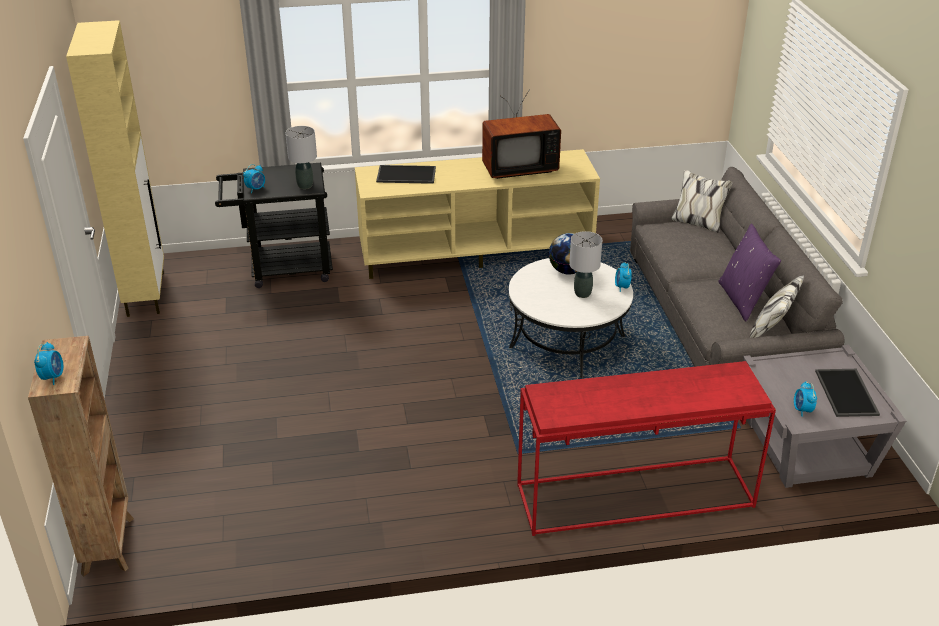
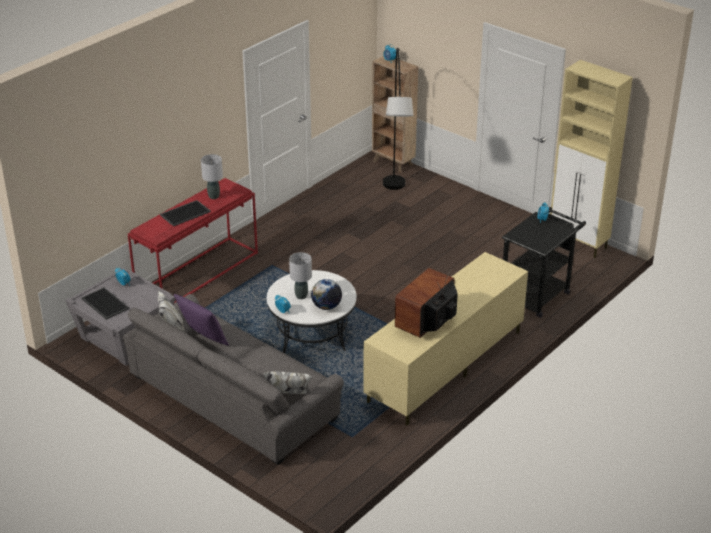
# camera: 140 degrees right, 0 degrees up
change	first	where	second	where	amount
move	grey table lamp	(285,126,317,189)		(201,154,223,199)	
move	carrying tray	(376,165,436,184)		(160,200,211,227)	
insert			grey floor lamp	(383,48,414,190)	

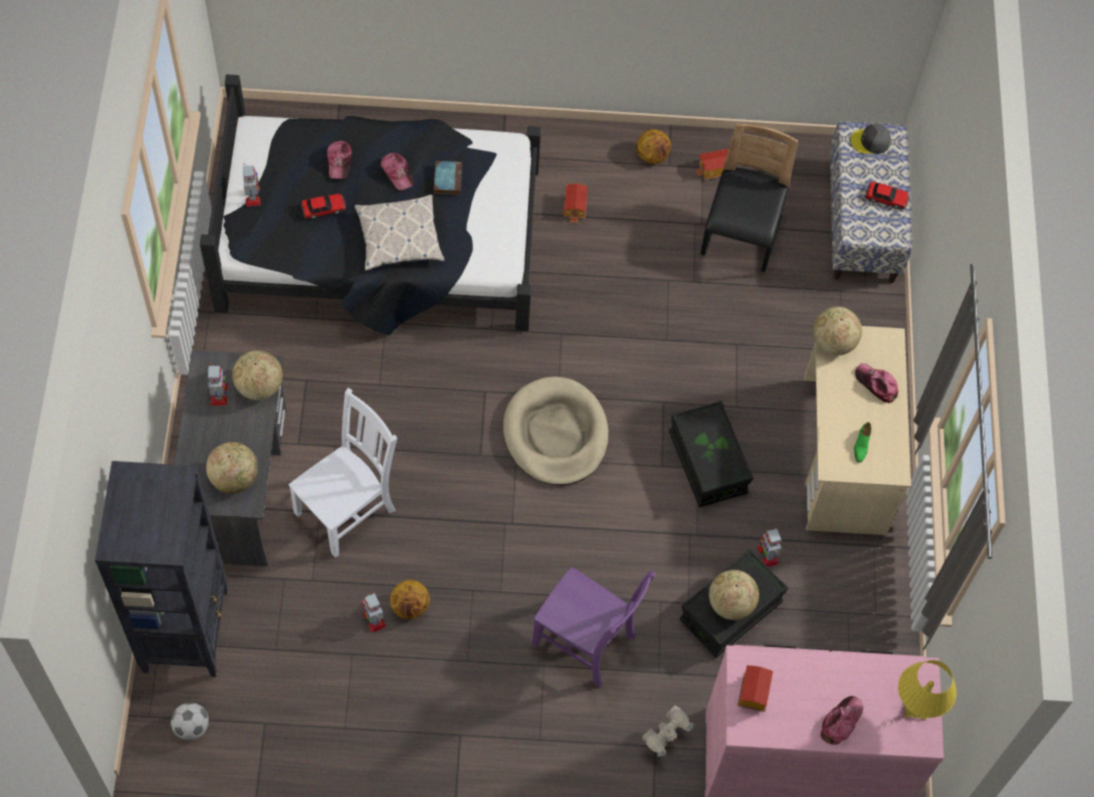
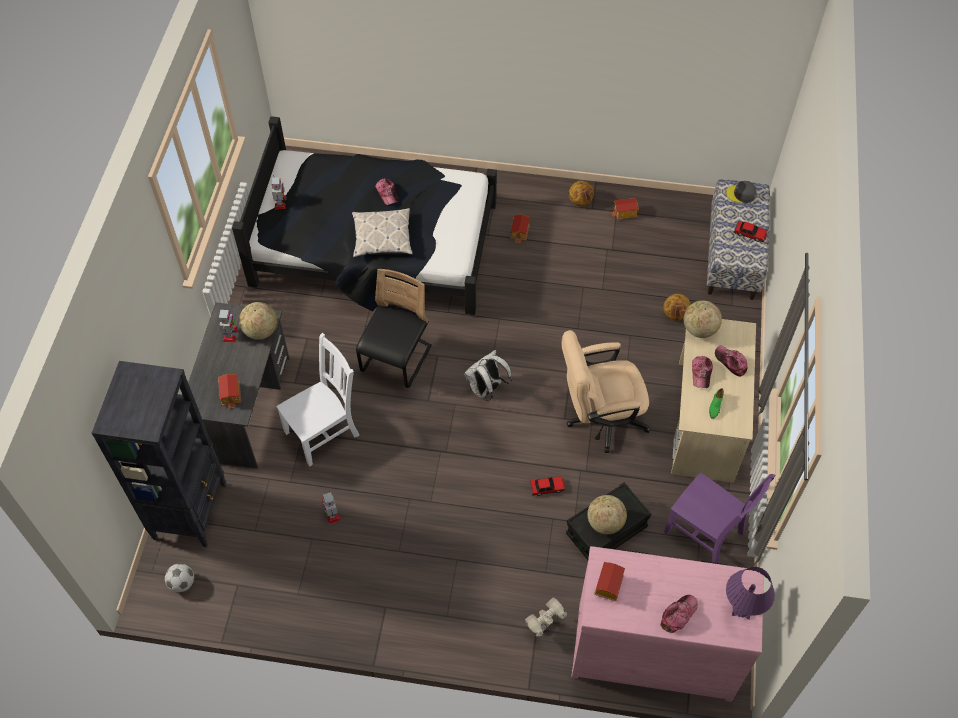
# camera: 10 degrees right, 5 degrees down
change	first	where	second	where	amount
move	blackish upright chair	(700,124,798,272)		(356,269,432,388)	
move	peaked cap	(327,141,352,179)		(692,356,713,388)	
delete	volume	(433,161,462,195)			
move	miniature car	(301,193,346,219)		(530,476,565,496)	
replace	beige-coloured pet bed	(503,377,608,486)	white-coloured rucksack	(464,350,512,401)	
replace	blackish storage box	(669,401,753,507)	beige-coloured desk chair	(562,330,651,453)	
replace	world globe	(206,442,258,494)	miniature house	(218,374,241,409)	
delete	model robot	(757,527,781,567)			
move	purple-coloured upright chair	(532,567,655,688)		(664,473,775,563)	
move	basketball	(390,580,430,619)		(663,293,691,321)	
recolor	yellow table lamp	(898,660,957,720)	purple-coloured table lamp	(726,567,775,620)	

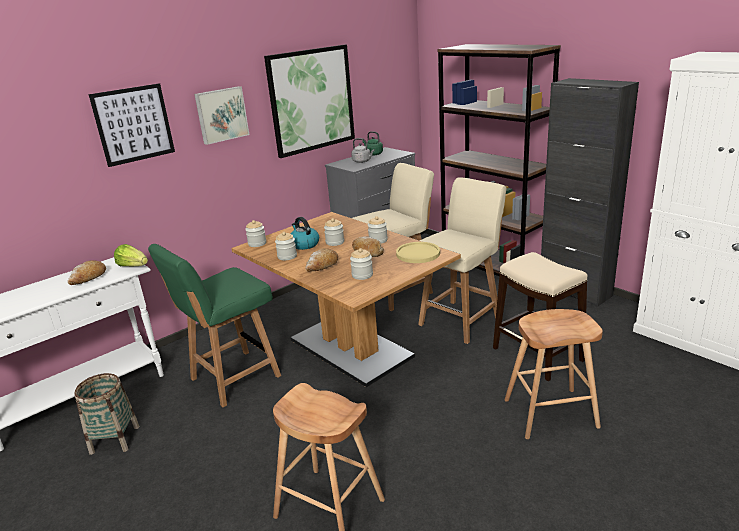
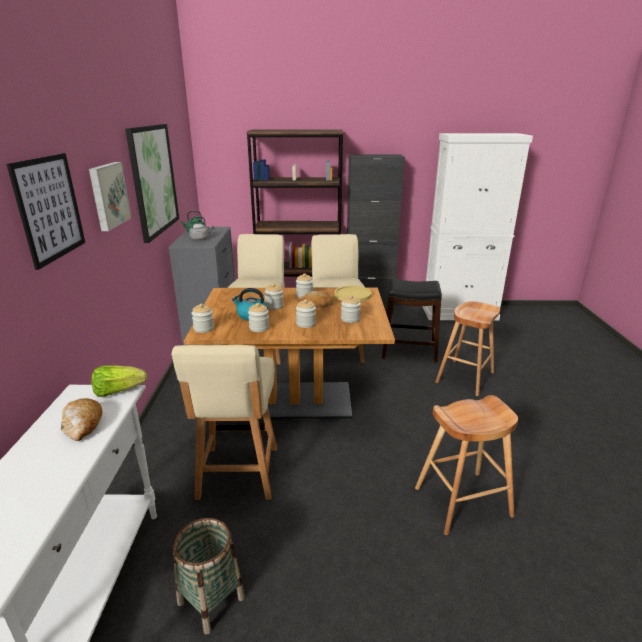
# camera: 50 degrees left, 0 degrees up
change	first	where	second	where	amount
recolor	green-coloured upright chair	(148,244,281,407)	beige-coloured upright chair	(171,345,277,500)	
replace	baked bread	(305,248,338,272)	storage jar	(296,299,316,328)	
recolor	beige-coloured stool	(493,252,587,381)	blackish stool	(382,279,442,362)	

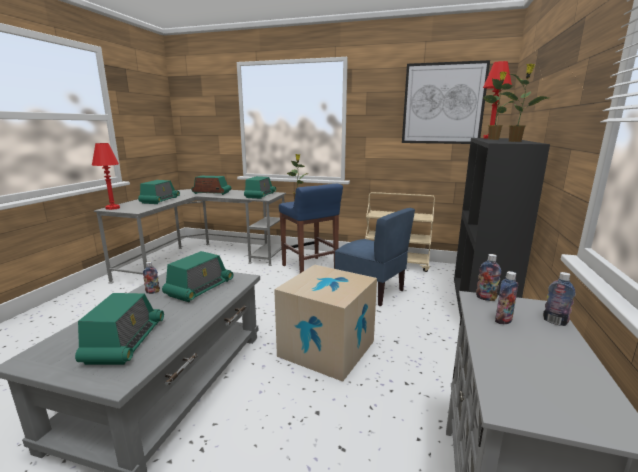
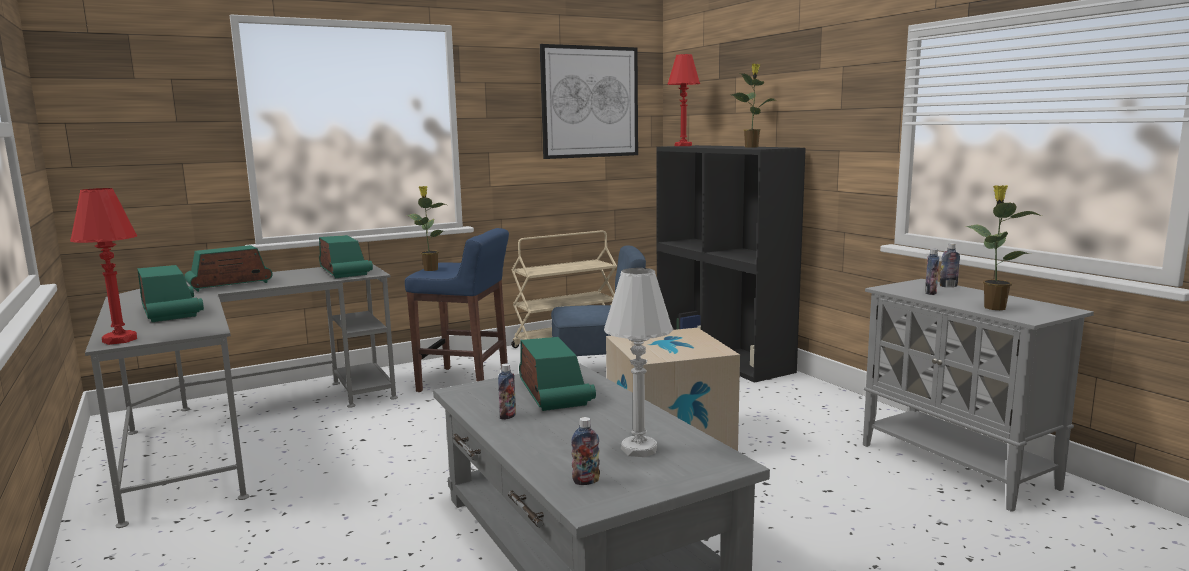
# camera: 45 degrees left, 5 degrees down
change	first	where	second	where	amount
move	plant in a pot	(483,71,514,140)		(966,185,1043,310)	
move	beverage bottle	(476,254,501,301)		(571,417,600,485)	
replace	radio	(75,293,164,365)	white-coloured table lamp	(604,268,673,457)	

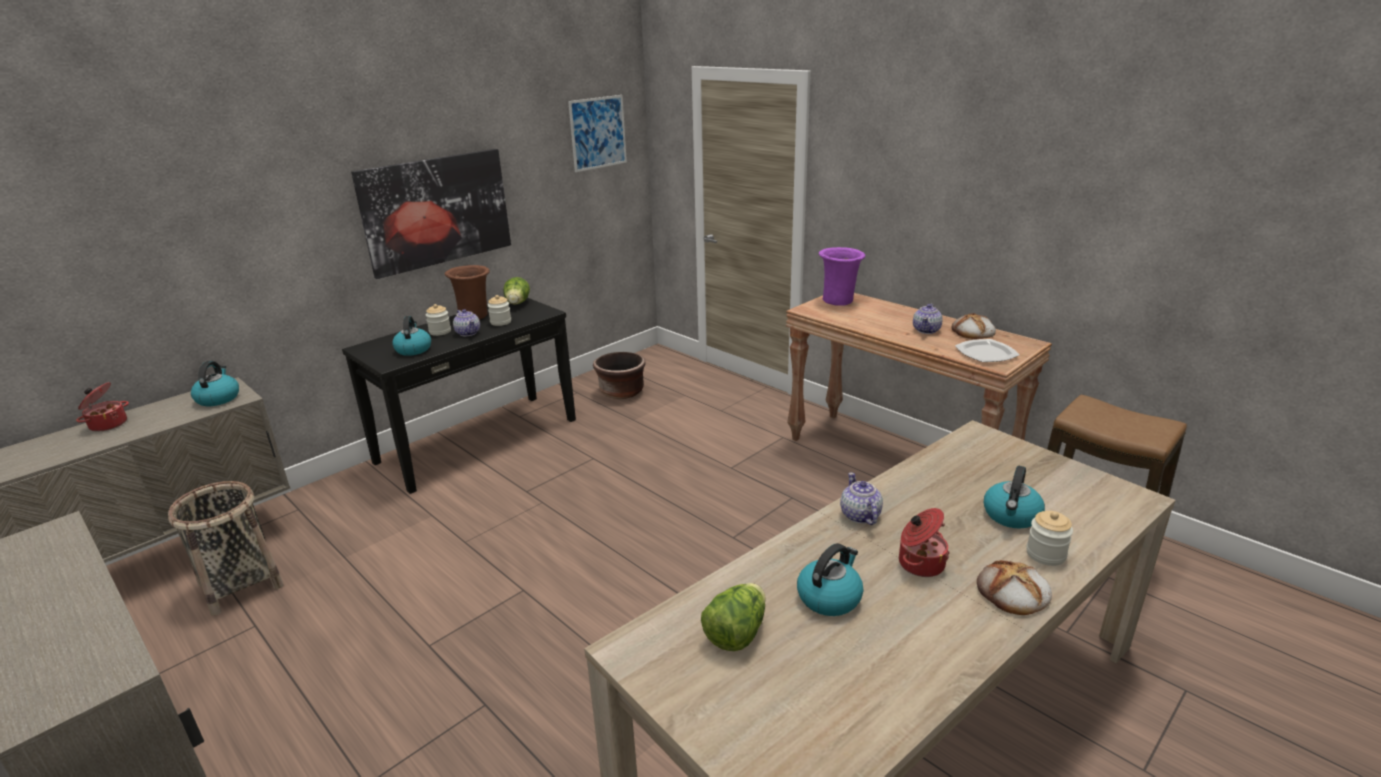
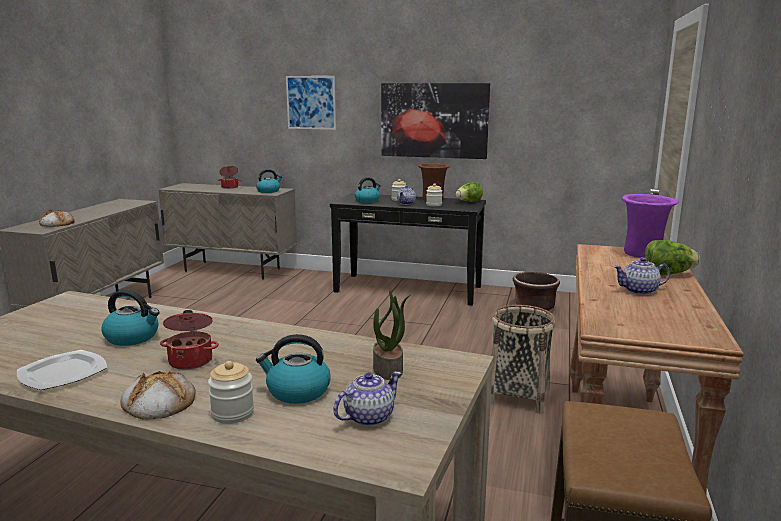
# camera: 60 degrees right, 10 degrees down
change	first	where	second	where	amount
move	wall art	(568,95,627,172)		(286,76,336,130)	
move	baked bread	(952,313,996,339)		(39,209,75,227)	
move	plate	(955,339,1019,362)		(17,350,108,390)	
move	teapot	(840,472,883,525)		(333,371,401,426)	
move	basket	(168,481,283,616)		(490,305,556,414)	
move	lettuce head	(701,583,766,651)		(644,240,700,275)	
insert			plant in a pot	(373,291,410,380)	

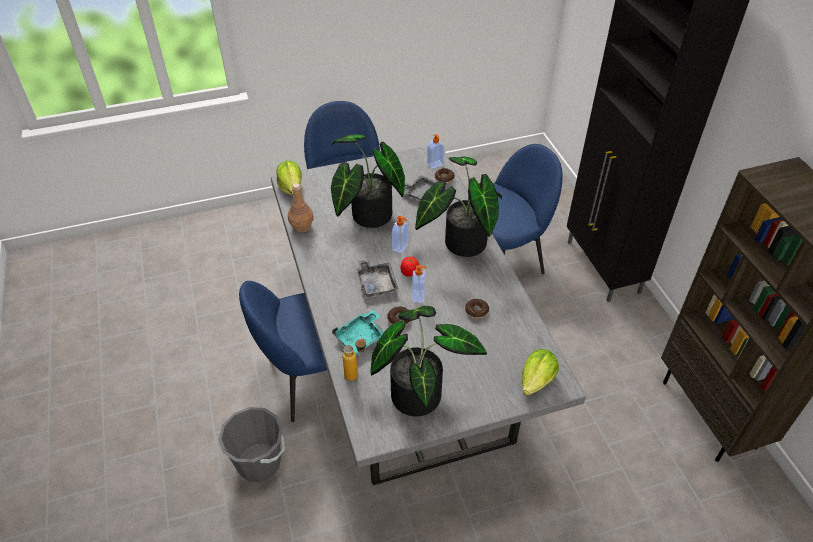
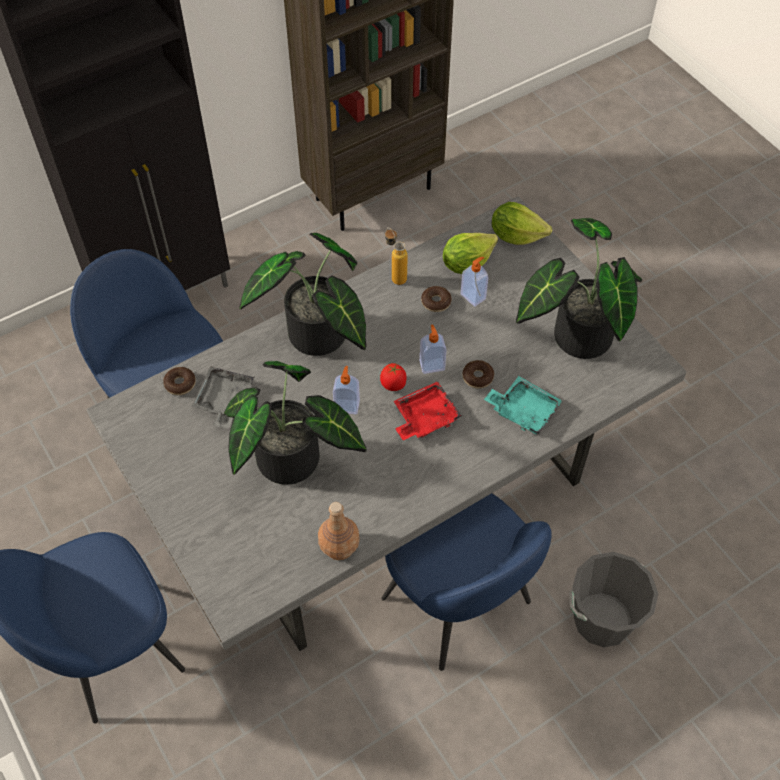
# camera: 105 degrees left, 10 degrees up
change	first	where	second	where	amount
move	soap dispenser	(427,134,444,169)		(461,257,488,306)	
move	lettuce head	(276,161,302,195)		(443,233,498,274)	
recolor	grey carrying tray	(357,259,398,297)	red-coloured carrying tray	(393,381,462,440)	
move	beverage bottle	(342,339,366,381)		(385,228,408,285)	

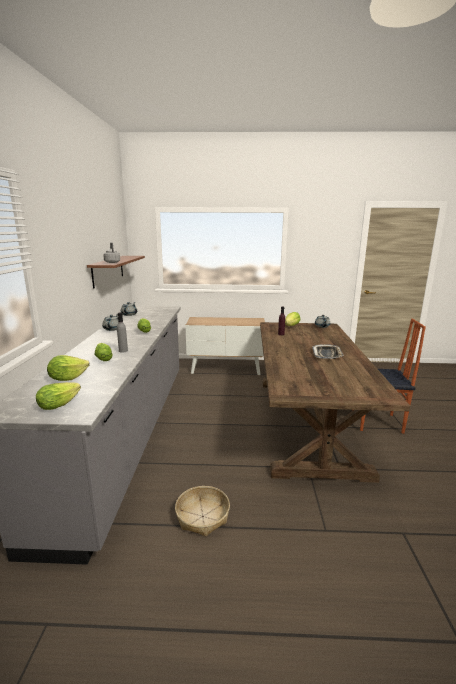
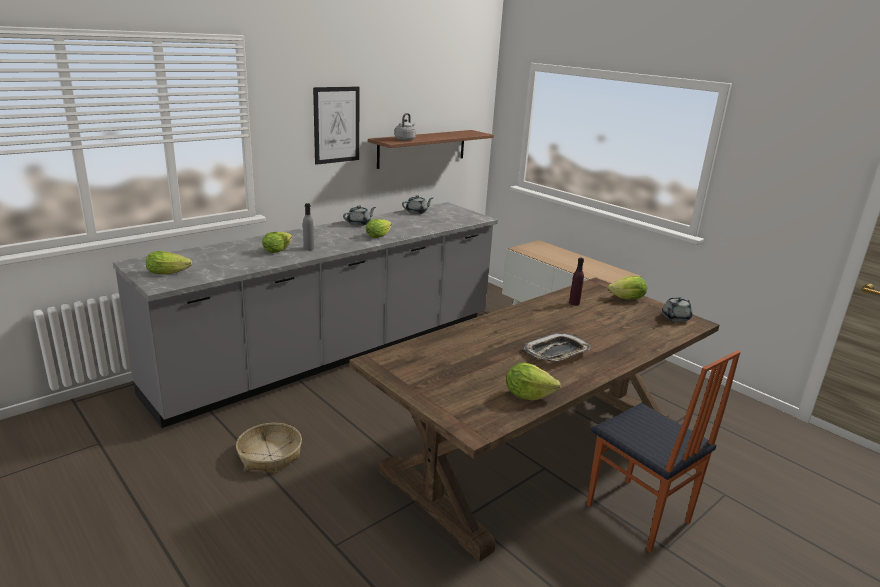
# camera: 45 degrees right, 5 degrees up
change	first	where	second	where	amount
move	lettuce head	(47,355,89,381)		(506,363,561,400)	
insert			wall art	(313,87,360,165)	

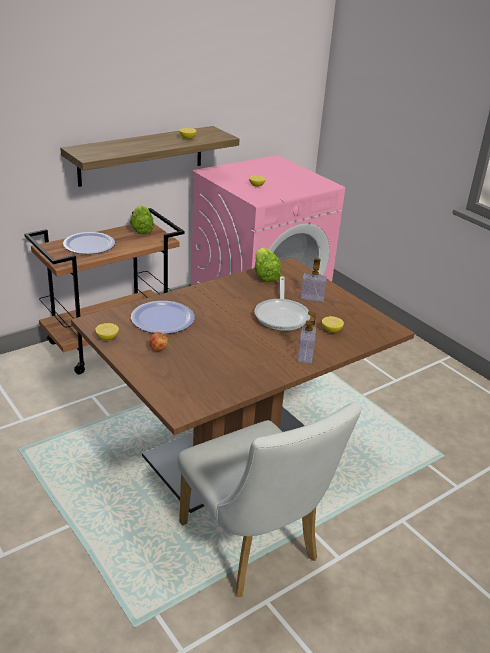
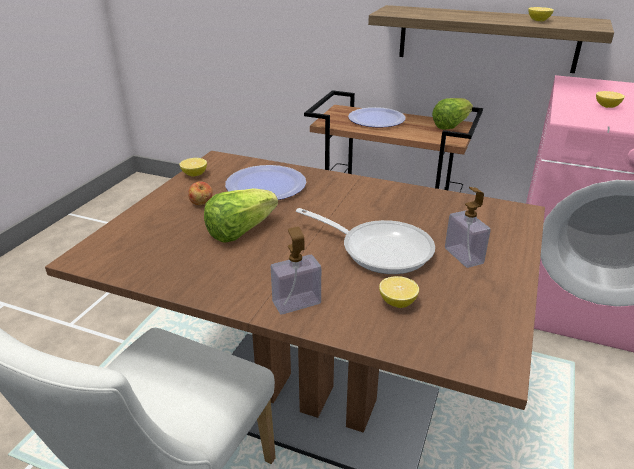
# camera: 60 degrees right, 0 degrees up
change	first	where	second	where	amount
move	lettuce head	(254,247,281,282)		(204,188,278,243)	
rotate	pan	(254,276,310,331)		(296,208,435,274)	120 degrees counterclockwise

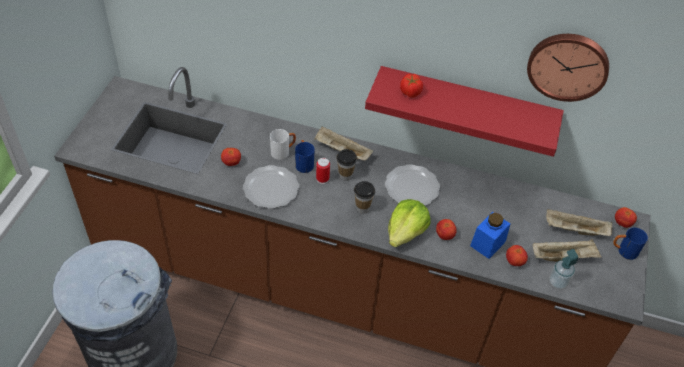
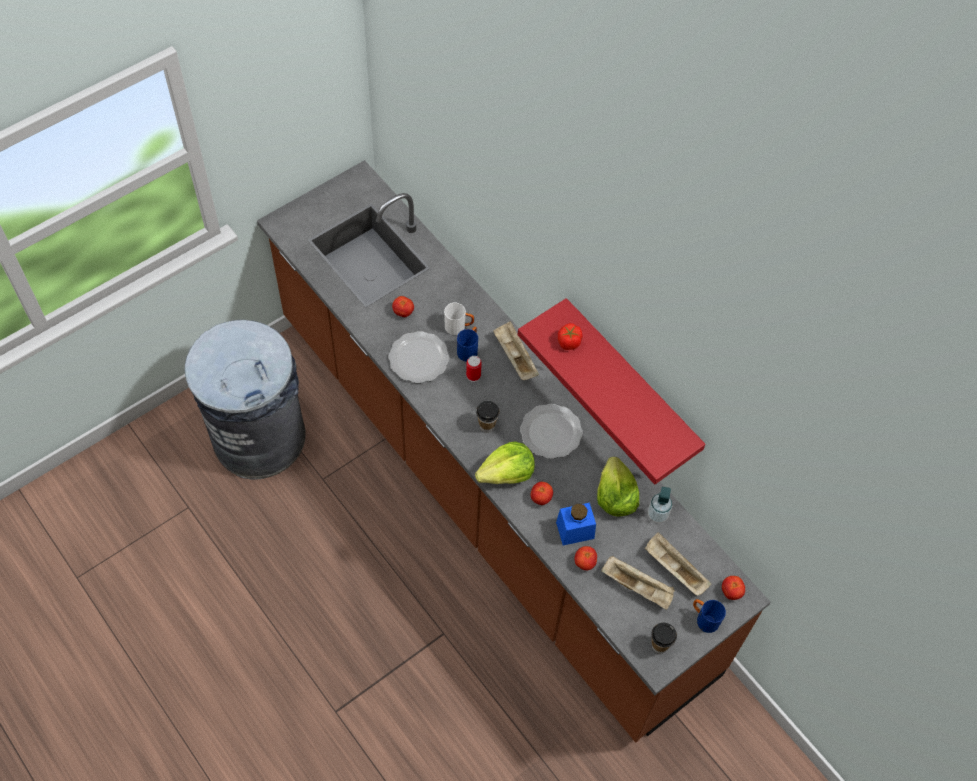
# camera: 35 degrees right, 10 degrees up
change	first	where	second	where	amount
delete	hanging clock	(527,34,609,102)			
move	cup	(337,149,357,181)		(651,623,677,654)	
move	soap dispenser	(549,249,578,289)		(648,487,672,523)	
insert			lettuce head	(597,457,639,516)	

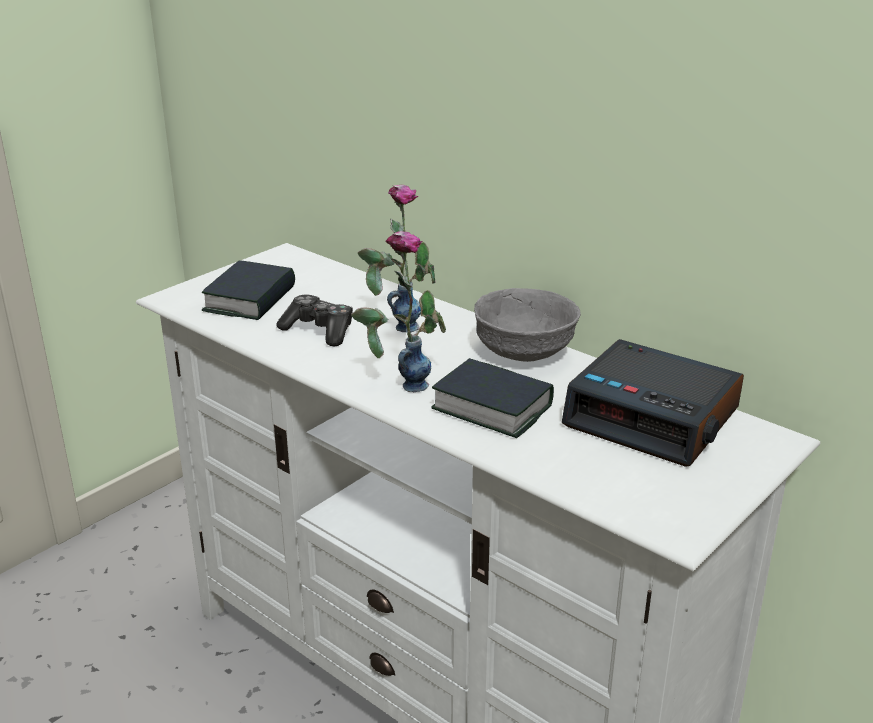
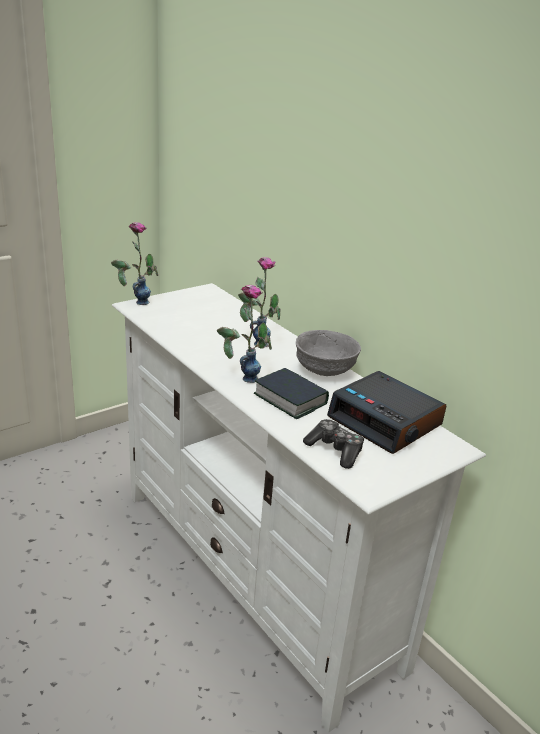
# camera: 10 degrees right, 0 degrees up
change	first	where	second	where	amount
delete	volume	(202,260,295,320)			
move	joypad	(276,295,353,346)		(303,419,364,469)	
insert			decorative vase	(111,222,158,305)	

